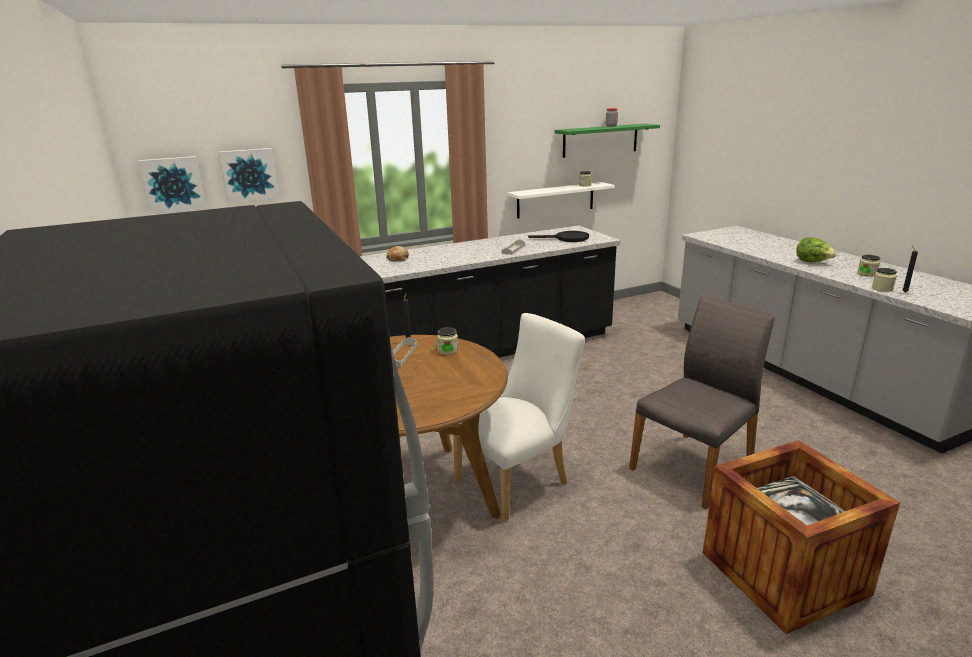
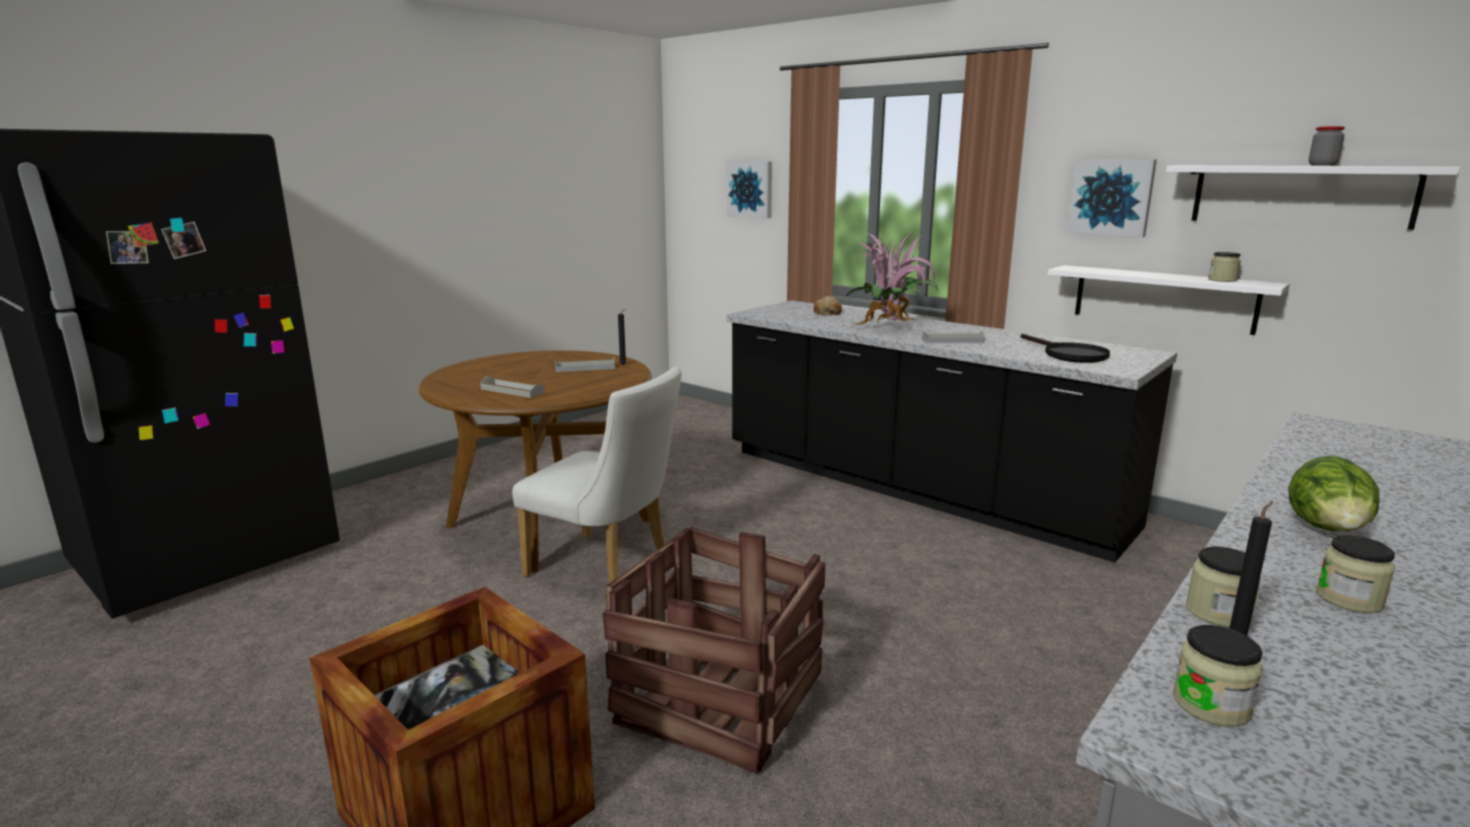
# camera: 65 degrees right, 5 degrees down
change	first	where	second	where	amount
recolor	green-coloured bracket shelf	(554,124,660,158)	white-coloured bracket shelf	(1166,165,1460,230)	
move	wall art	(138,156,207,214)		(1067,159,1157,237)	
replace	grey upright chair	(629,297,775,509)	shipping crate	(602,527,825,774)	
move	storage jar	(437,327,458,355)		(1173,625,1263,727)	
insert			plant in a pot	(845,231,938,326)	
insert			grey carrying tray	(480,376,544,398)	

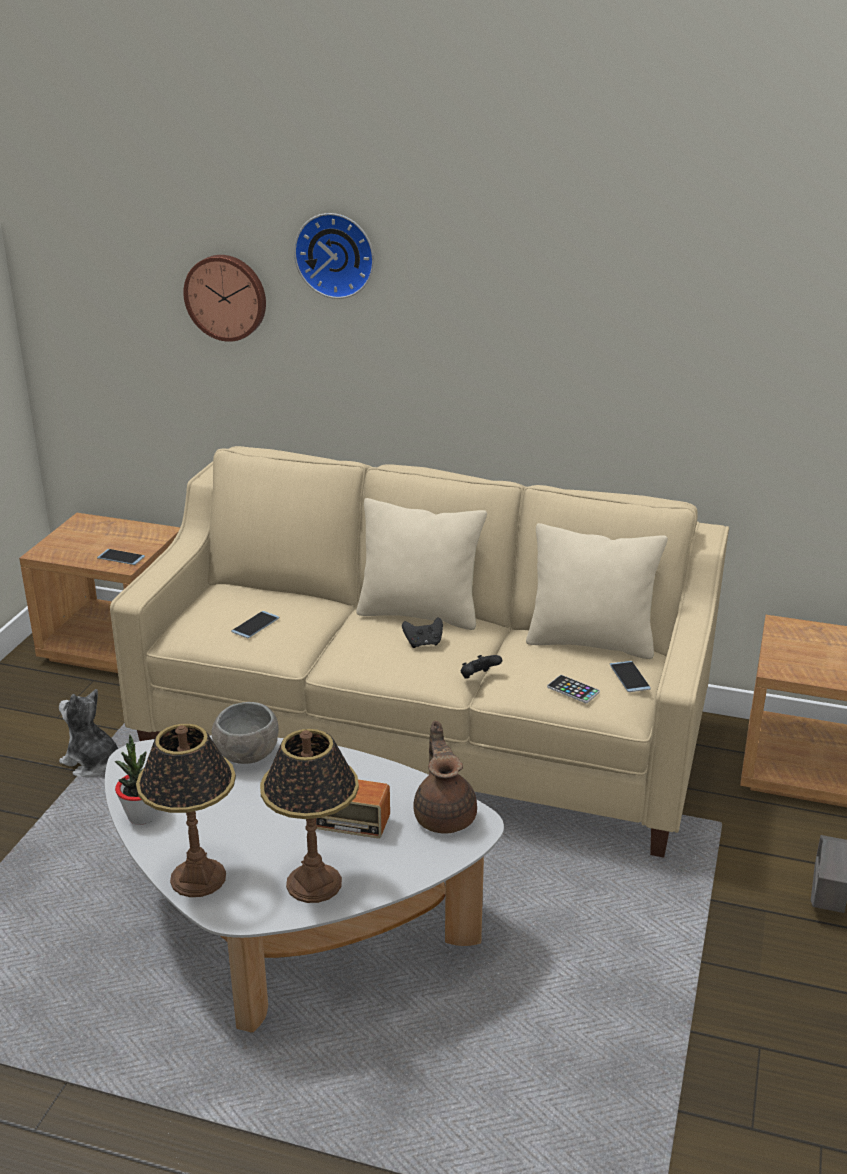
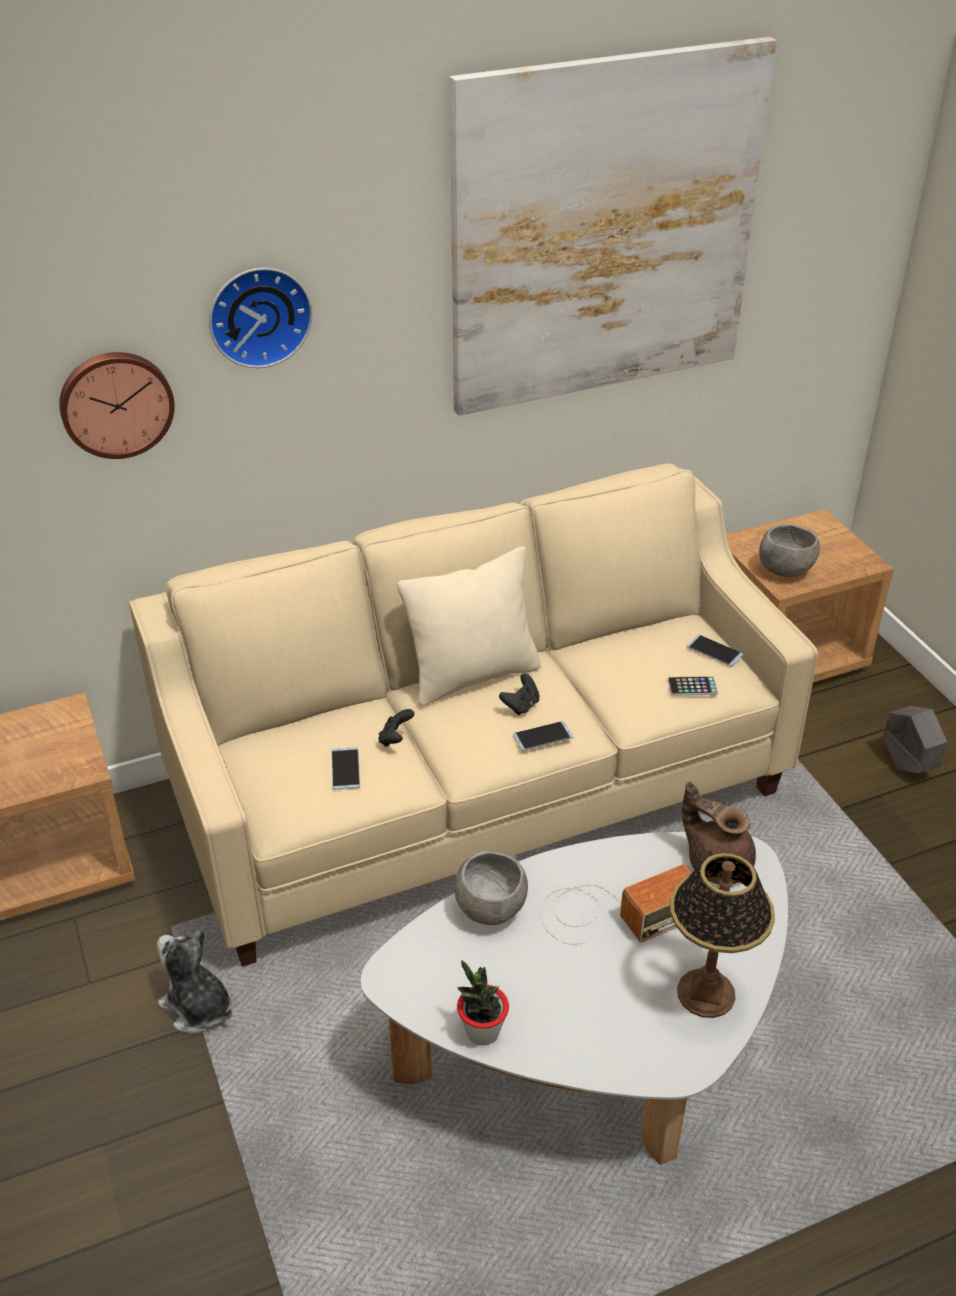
# camera: 40 degrees left, 10 degrees up
change	first	where	second	where	amount
delete	beige-coloured throw pillow	(526,523,668,659)			
move	handset	(97,549,145,565)		(513,721,573,751)	
move	blackish joypad	(461,655,502,678)		(379,709,414,747)	
rotate	cuddly toy	(59,689,118,777)		(157,926,232,1034)	45 degrees clockwise
delete	table lamp	(136,724,236,897)			
insert			wall art	(450,37,776,416)	
insert			grey serving bowl	(759,524,820,577)	

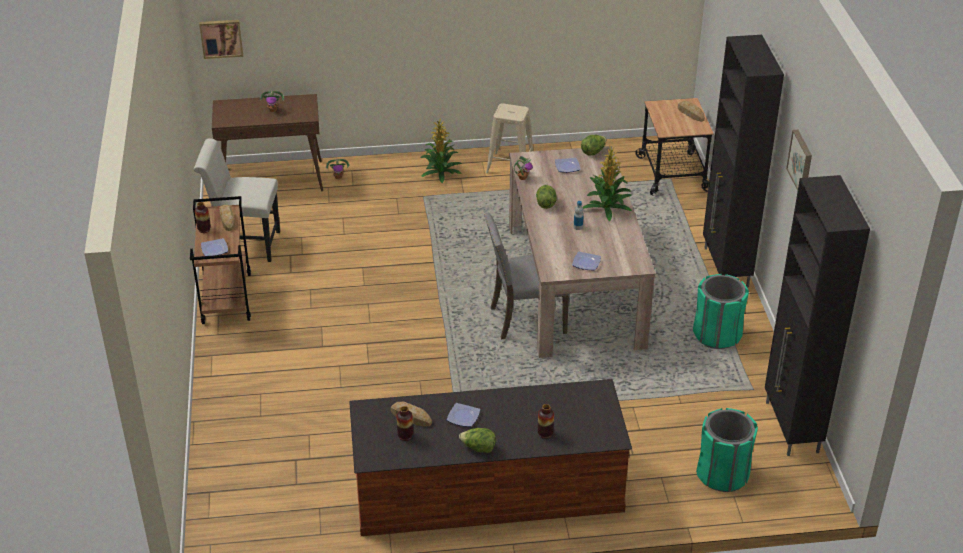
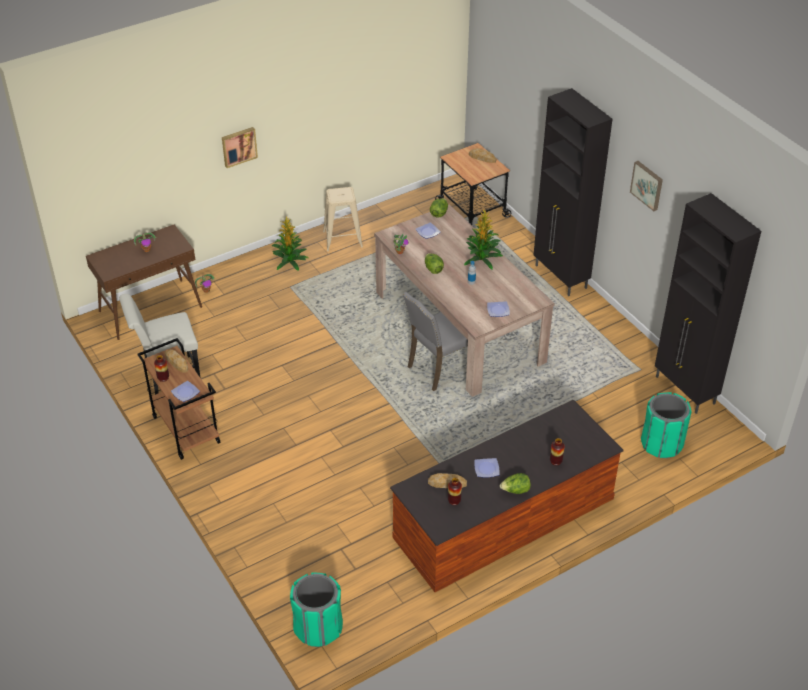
# camera: 25 degrees left, 5 degrees up
change	first	where	second	where	amount
move	wall art	(199,20,243,59)		(222,127,258,168)	
move	green-coloured waste bin	(693,274,749,349)		(290,573,343,647)	

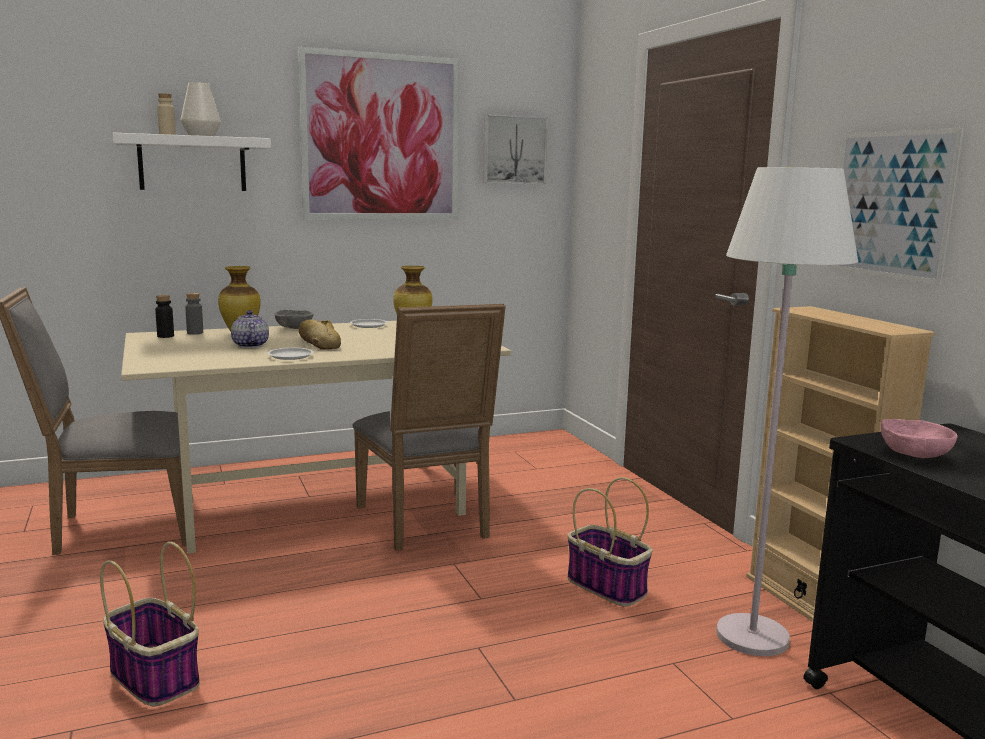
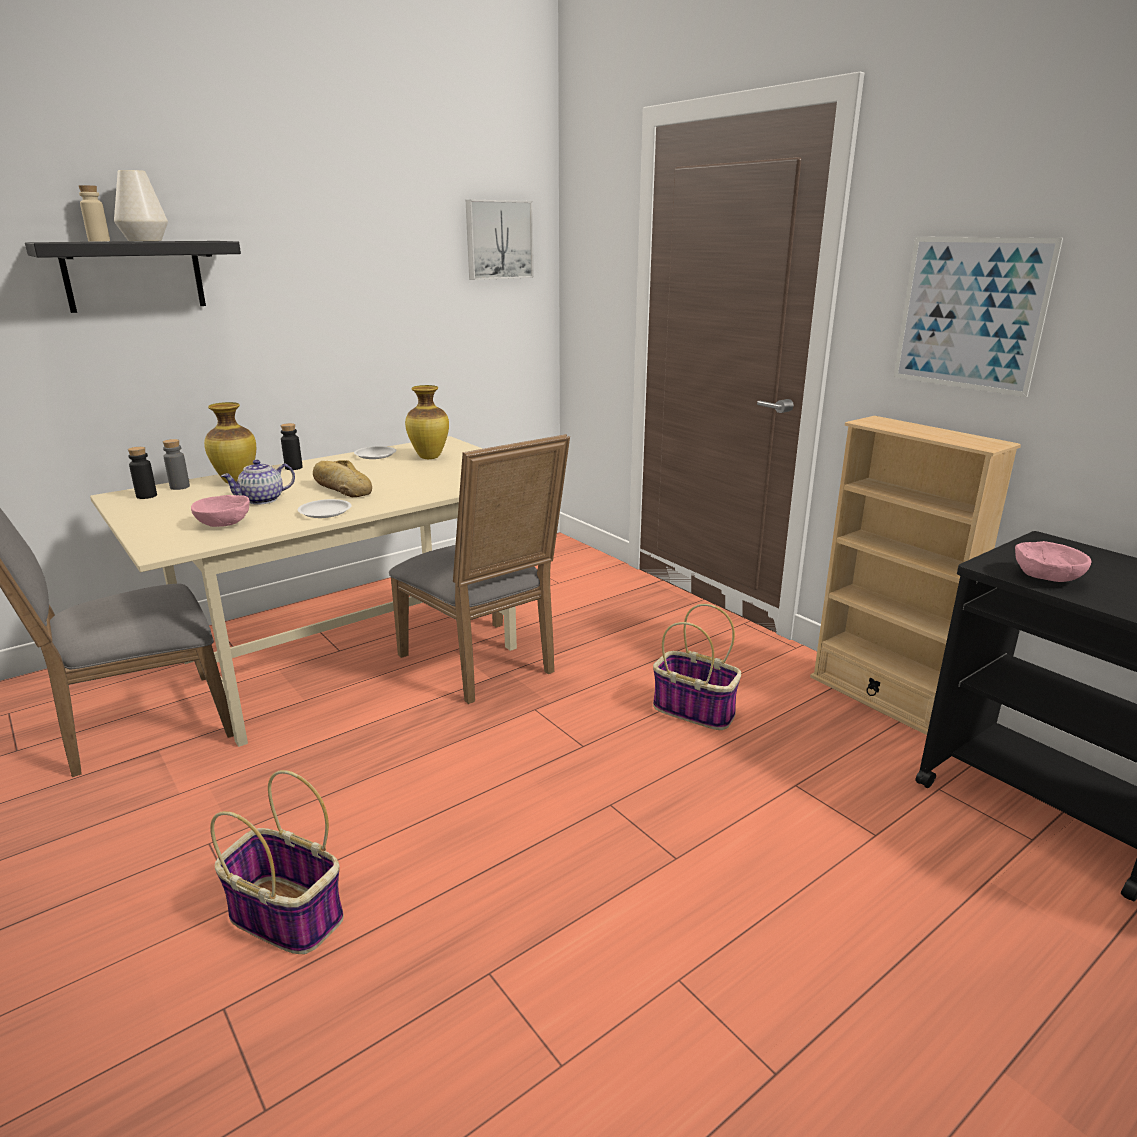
# camera: 15 degrees left, 10 degrees up
change	first	where	second	where	amount
delete	wall art	(298,47,459,219)			
recolor	white-coloured bracket shelf	(112,133,271,191)	blackish bracket shelf	(25,241,241,313)	
delete	white-coloured floor lamp	(716,167,858,656)			
rotate	teapot	(231,310,269,348)		(221,460,295,505)	90 degrees counterclockwise
replace	grey serving bowl	(275,310,313,329)	blackish beverage bottle	(281,423,303,470)	
insert			pink serving bowl	(191,495,250,527)	

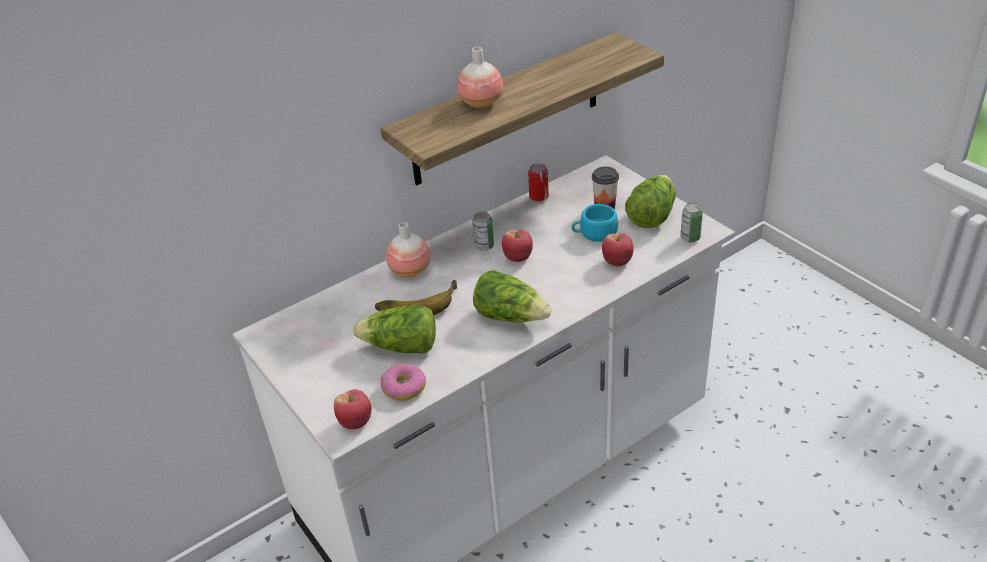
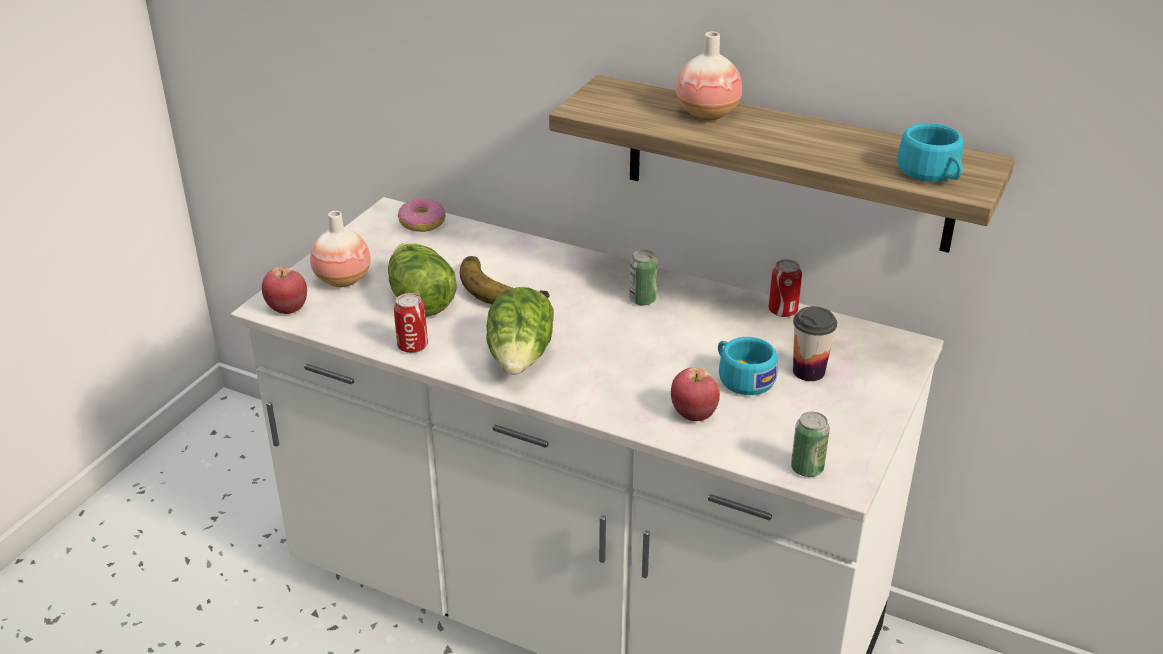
# camera: 60 degrees right, 5 degrees down
change	first	where	second	where	amount
delete	lettuce head	(625,175,676,228)			
move	decorative vase	(386,222,431,277)		(310,211,371,287)	
delete	apple	(502,230,533,262)			
move	donut	(380,364,426,401)		(398,198,445,232)	
insert			turquoise cup	(897,123,963,182)	
insert			sealed can	(394,293,428,353)	

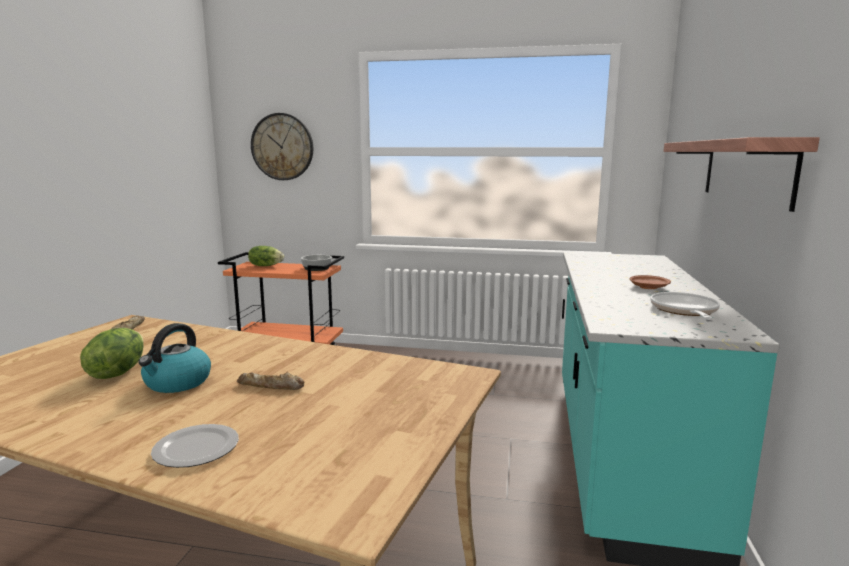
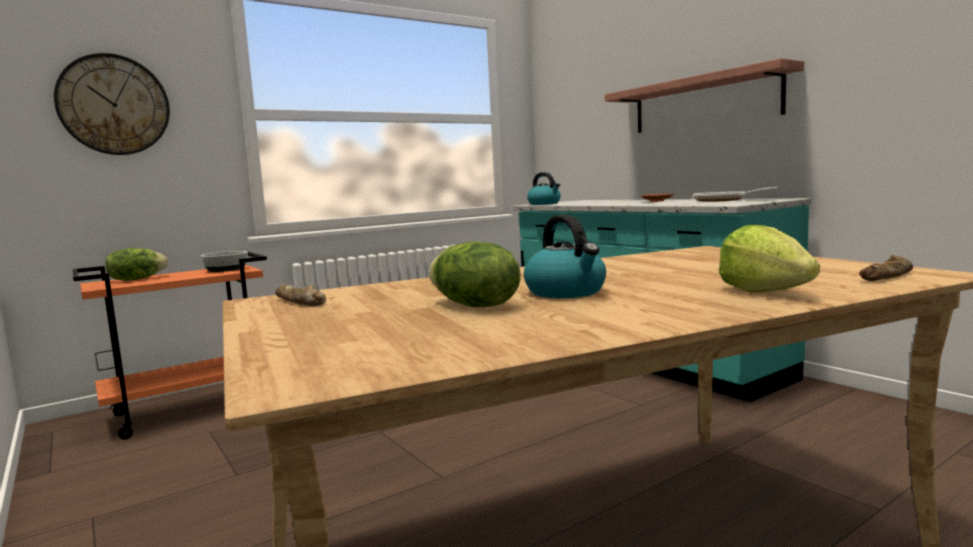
# camera: 45 degrees left, 5 degrees down
change	first	where	second	where	amount
move	baked bread	(237,372,304,390)		(859,255,913,281)	
replace	plate	(151,424,239,468)	lettuce head	(719,225,820,293)	
insert			tea kettle	(527,172,561,205)	

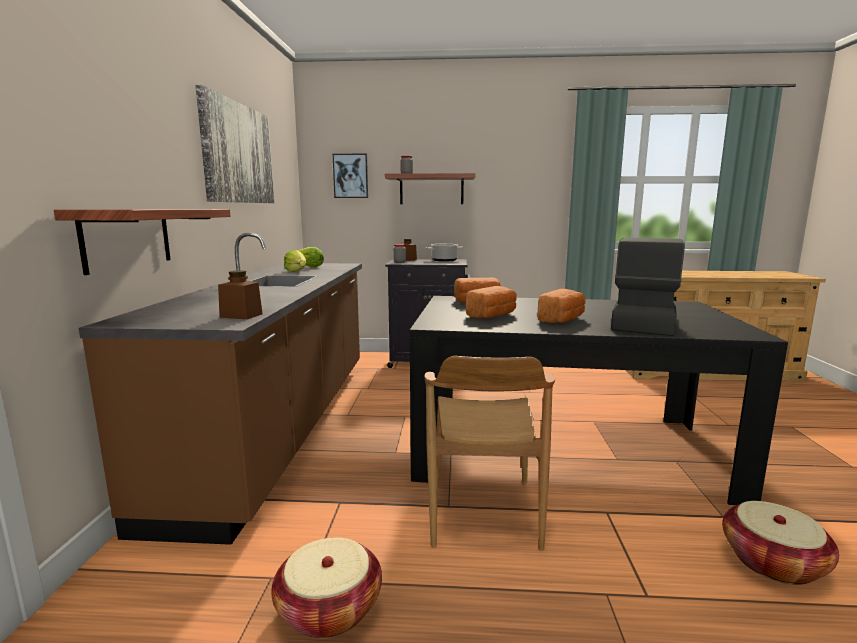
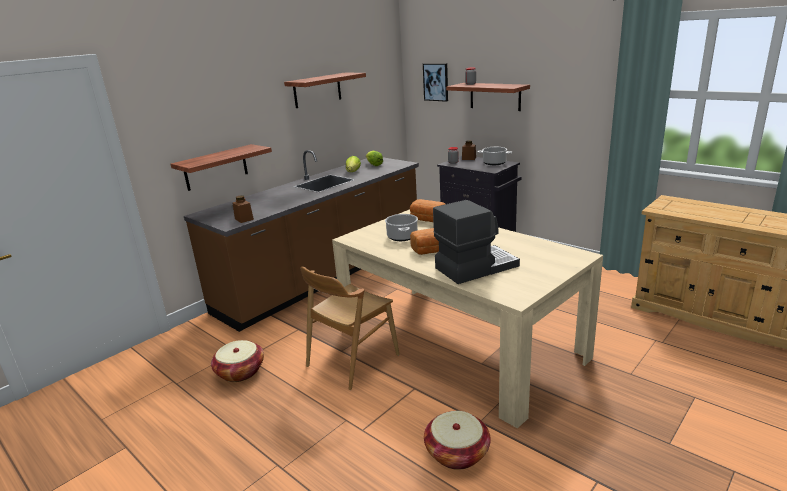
# camera: 40 degrees right, 10 degrees up
change	first	where	second	where	amount
replace	wall art	(195,85,274,203)	bracket shelf	(284,73,366,108)	
replace	baked bread	(466,286,517,318)	saucepot	(385,214,418,241)	
recolor	blackish dinner table	(410,296,788,505)	beige-coloured dinner table	(332,209,603,428)	

